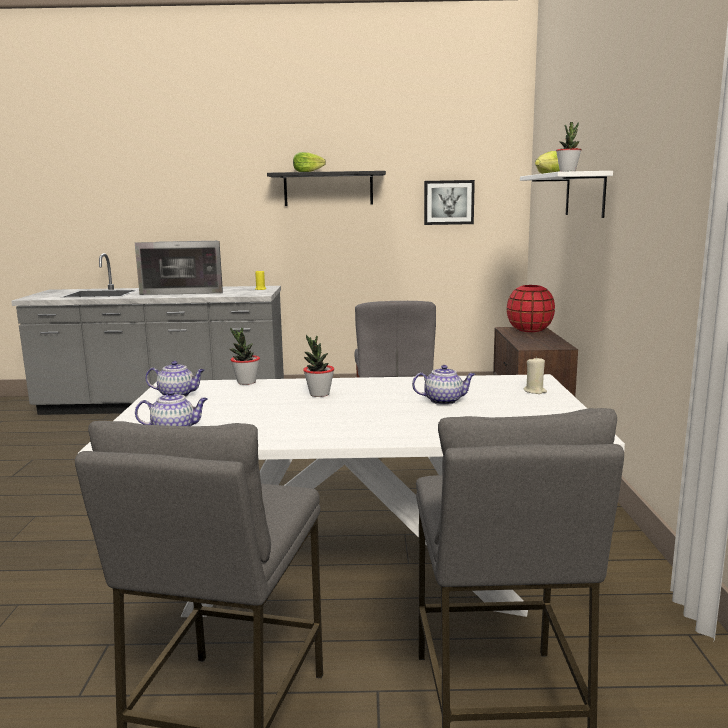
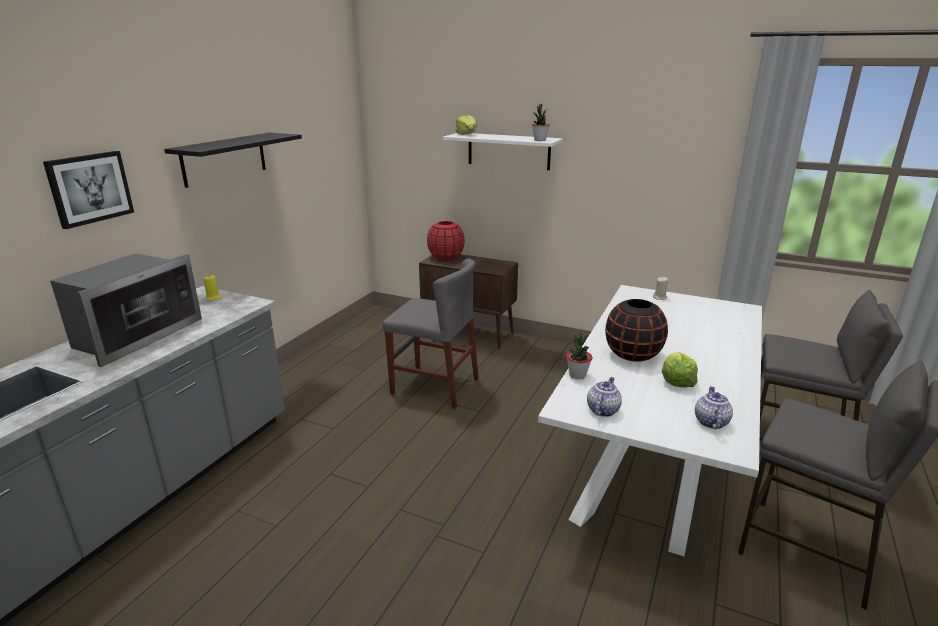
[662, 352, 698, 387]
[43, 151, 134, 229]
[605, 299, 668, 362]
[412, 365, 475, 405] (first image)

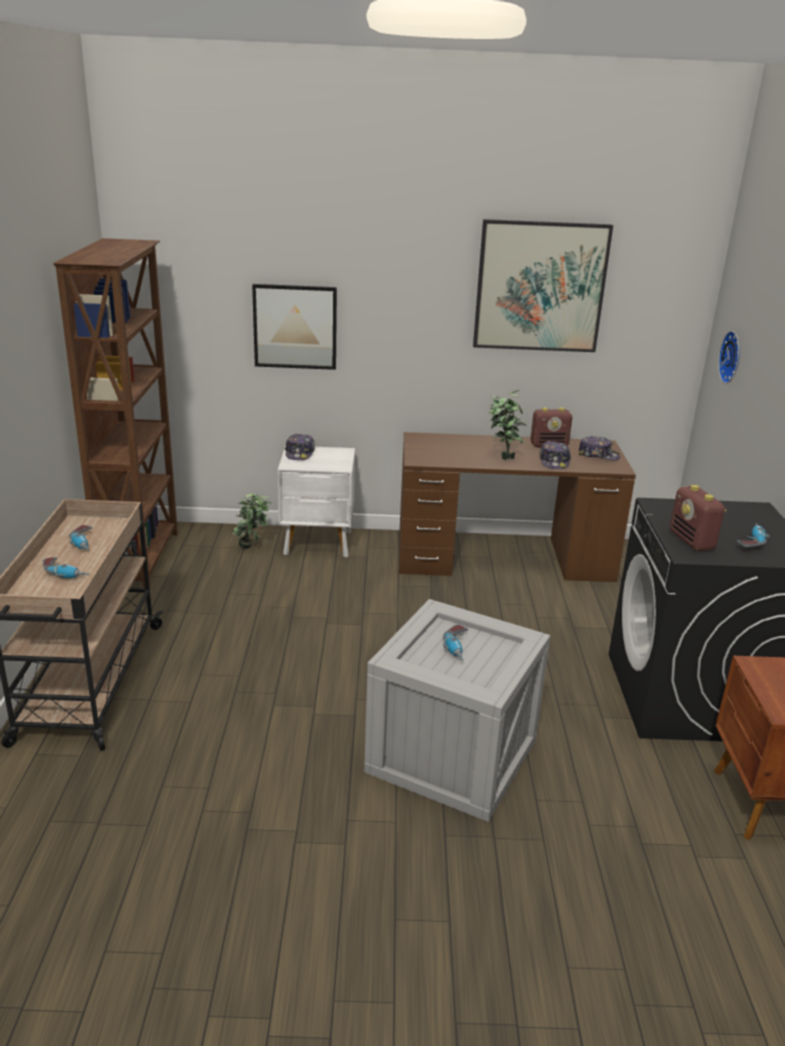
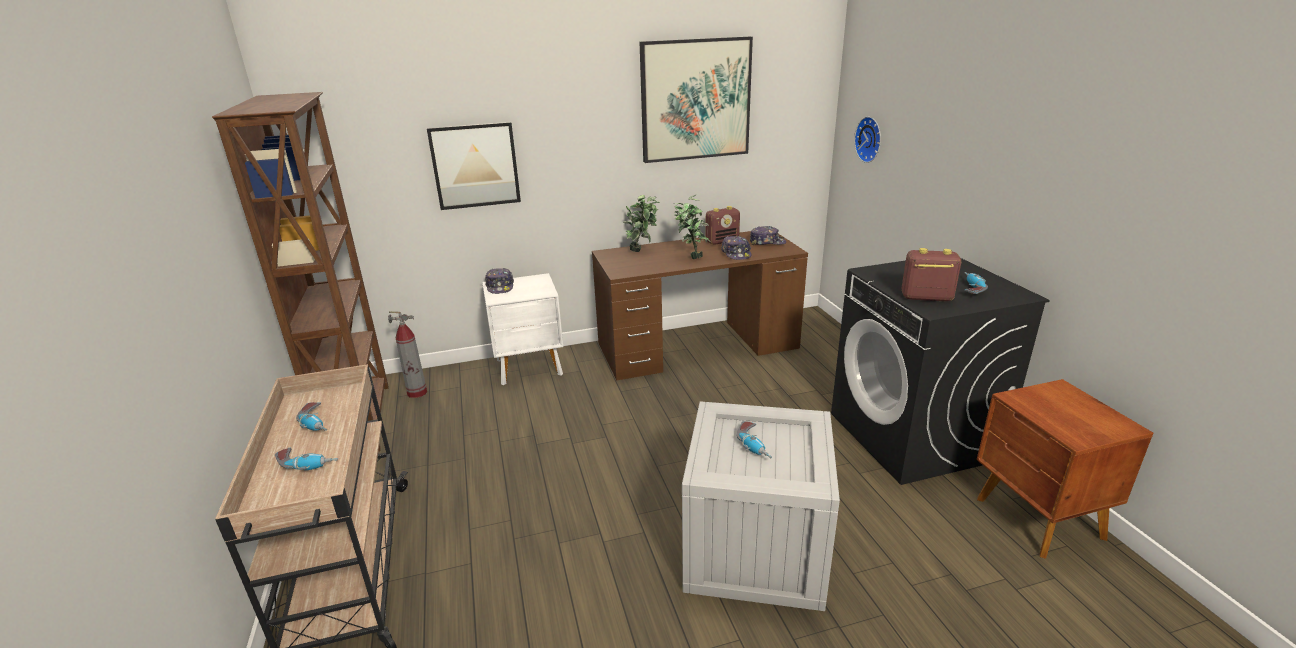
[901, 248, 961, 302]
[623, 195, 660, 252]
[388, 311, 427, 398]

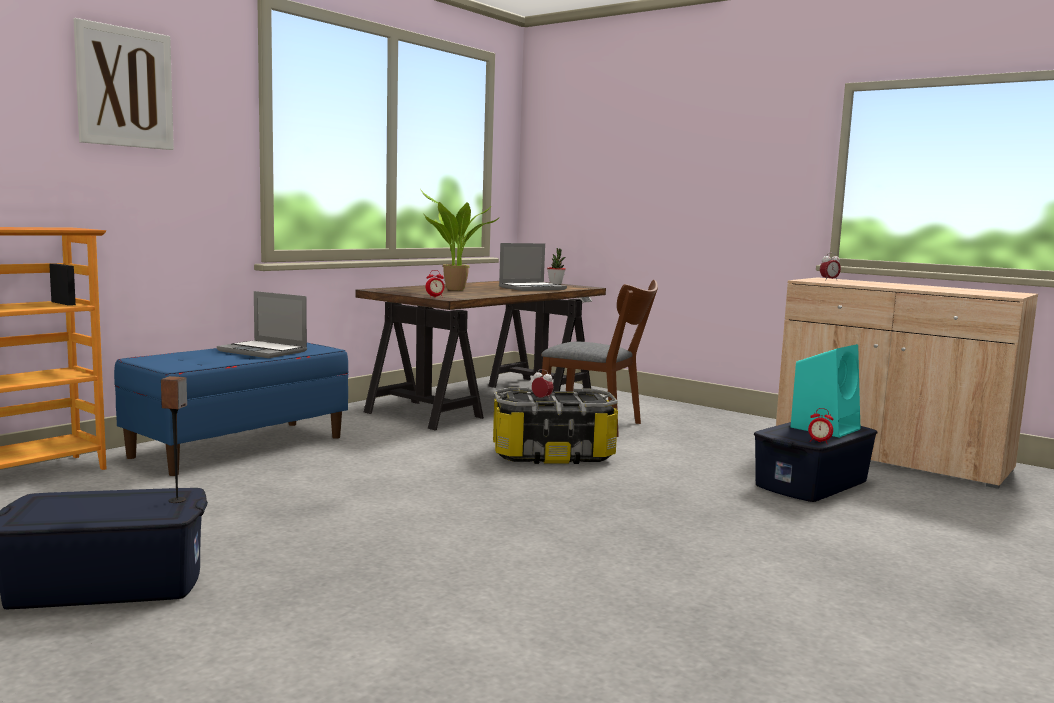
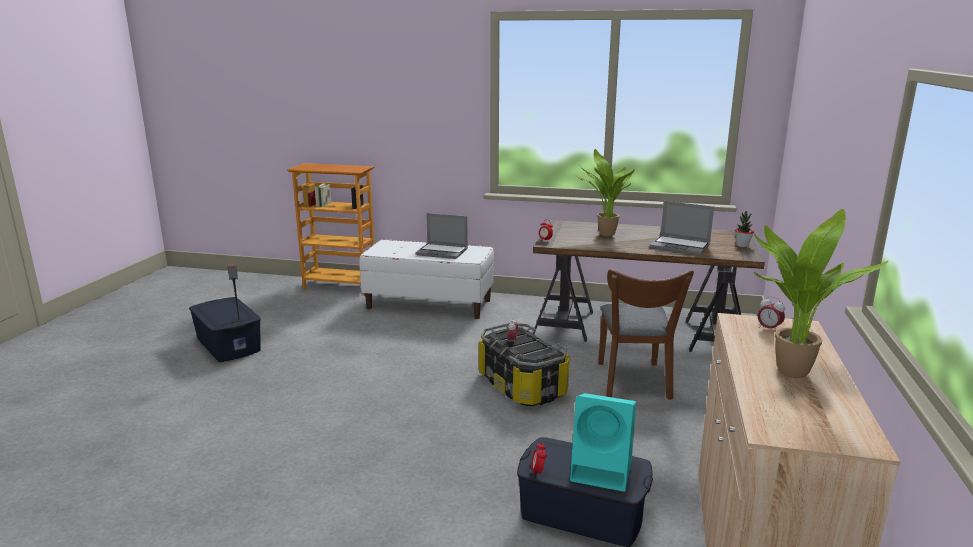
[74, 18, 174, 150] (first image)
[415, 213, 468, 259]
[359, 239, 494, 319]
[754, 209, 888, 378]

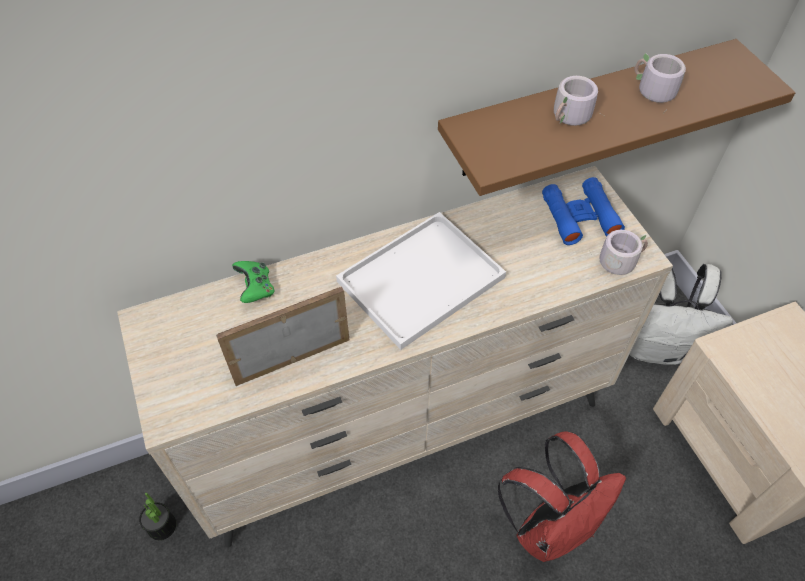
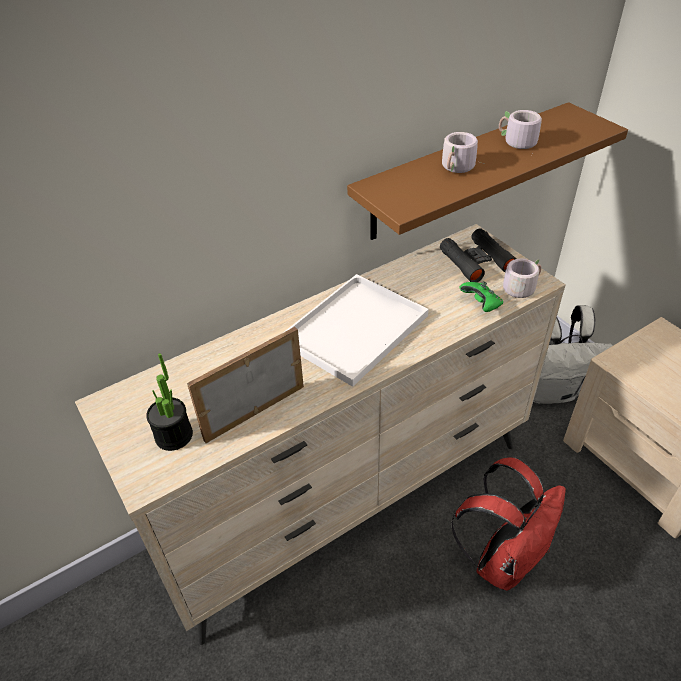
[440, 228, 517, 282]
[460, 281, 503, 312]
[146, 353, 193, 451]

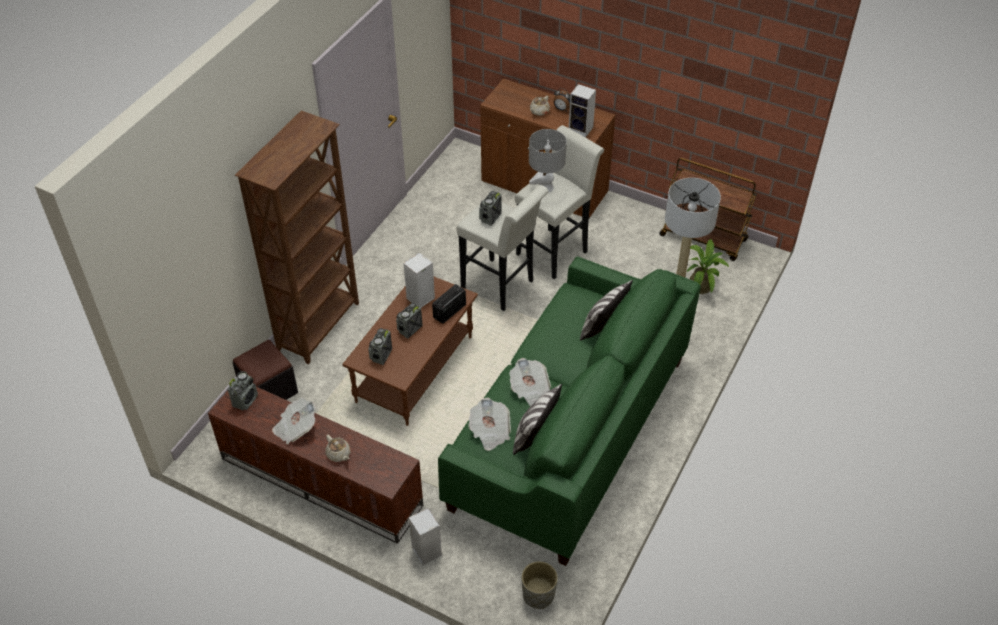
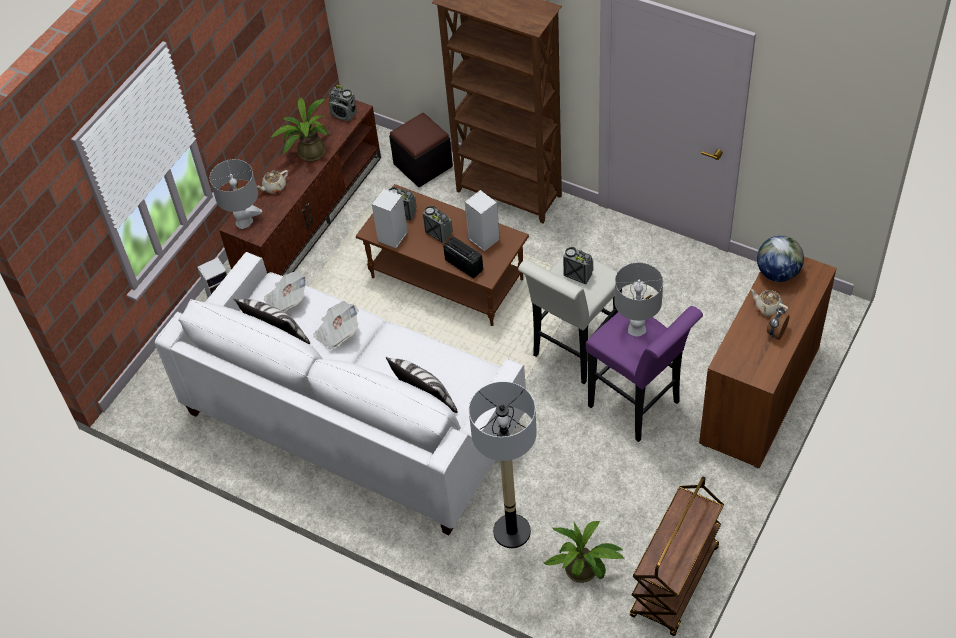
[372, 188, 408, 248]
[586, 306, 703, 442]
[155, 252, 526, 535]
[271, 97, 329, 162]
[521, 561, 558, 609] (first image)
[210, 159, 262, 229]
[757, 236, 804, 282]

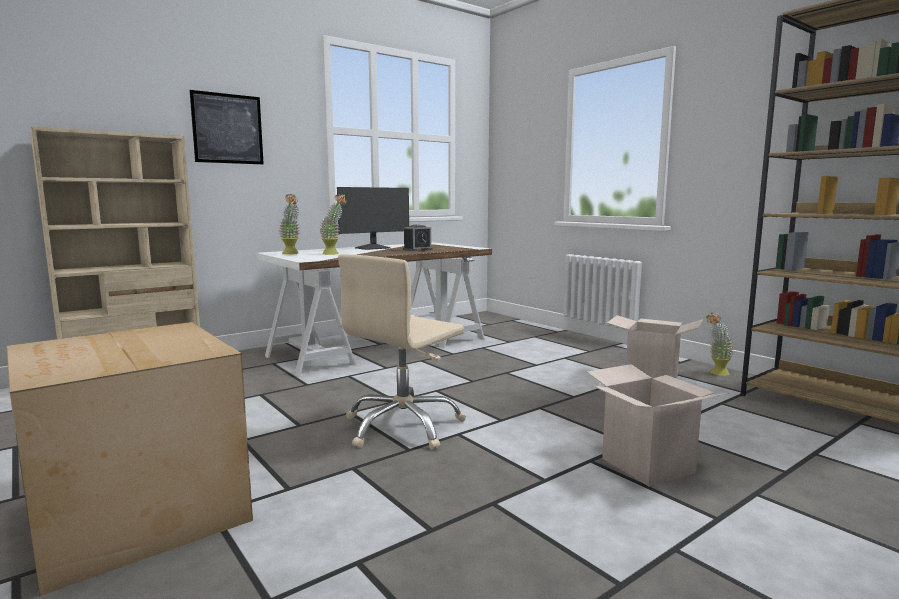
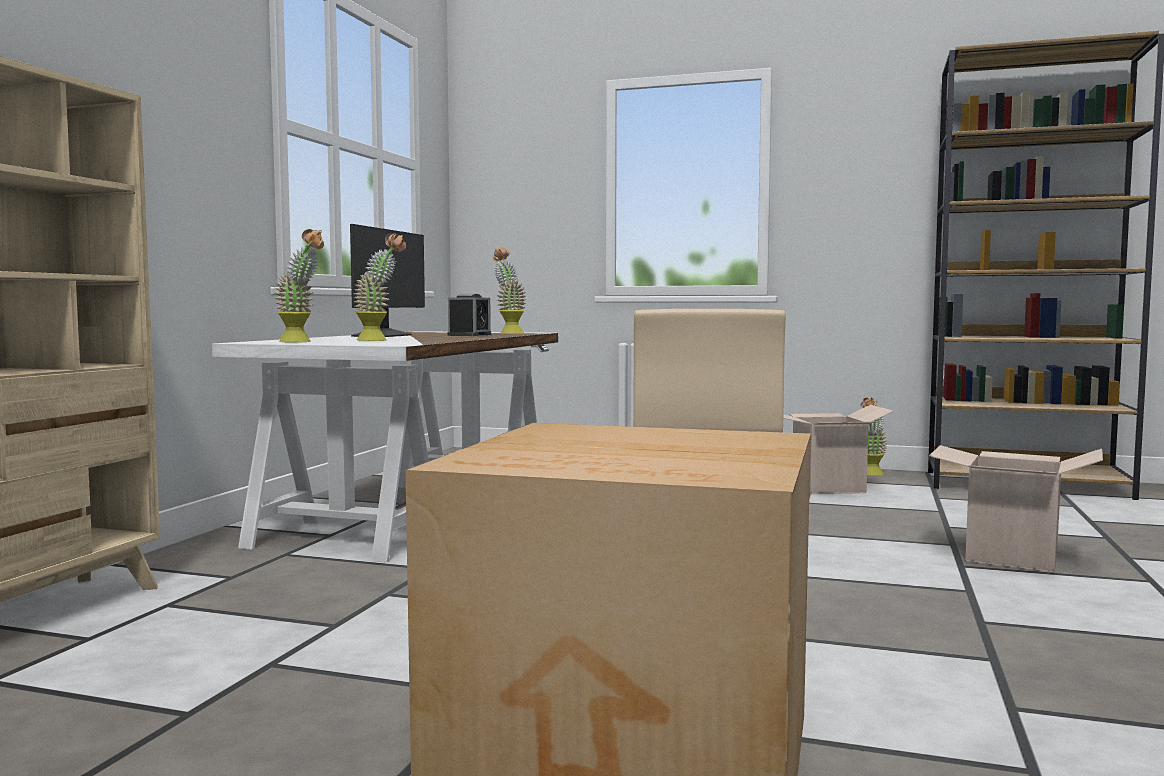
[189, 90, 264, 164] (first image)
[493, 247, 527, 334]

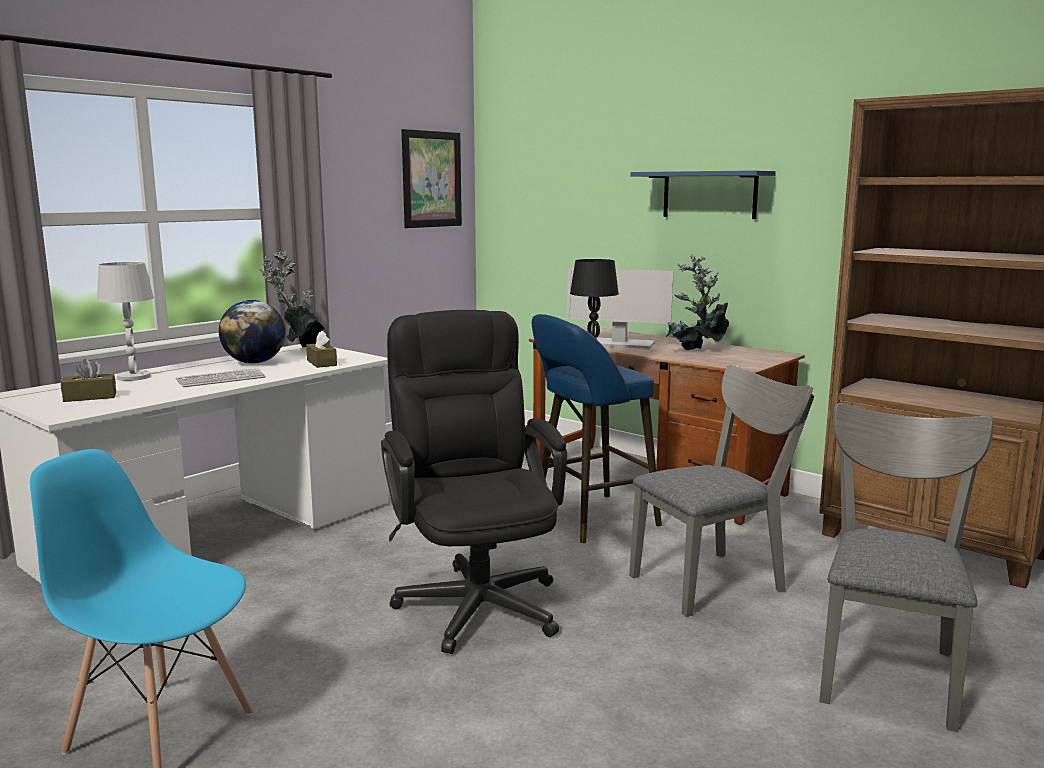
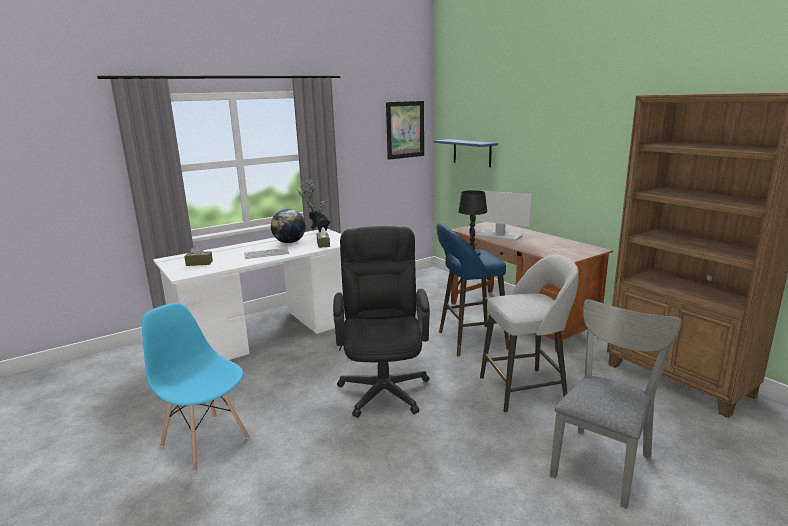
[434, 139, 498, 167]
[666, 254, 729, 350] (first image)
[97, 262, 154, 381] (first image)
[480, 255, 578, 412]

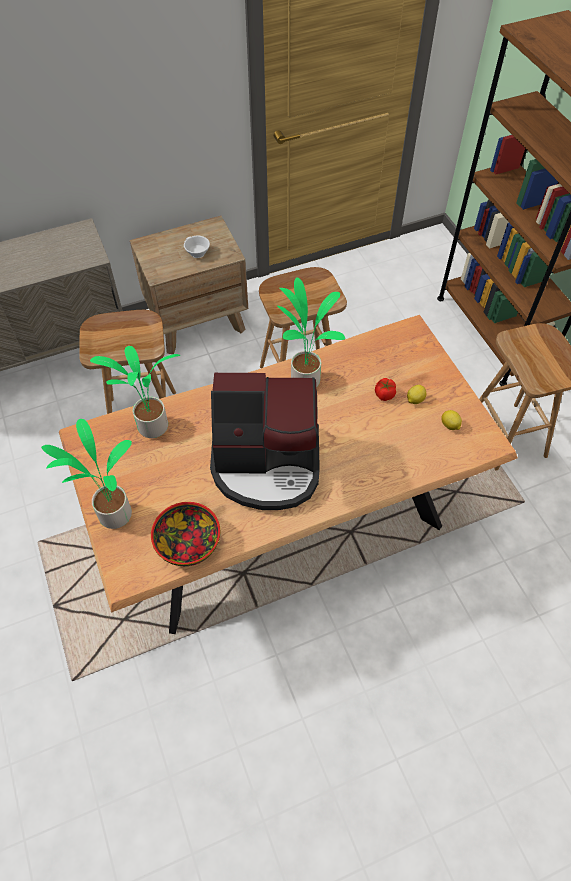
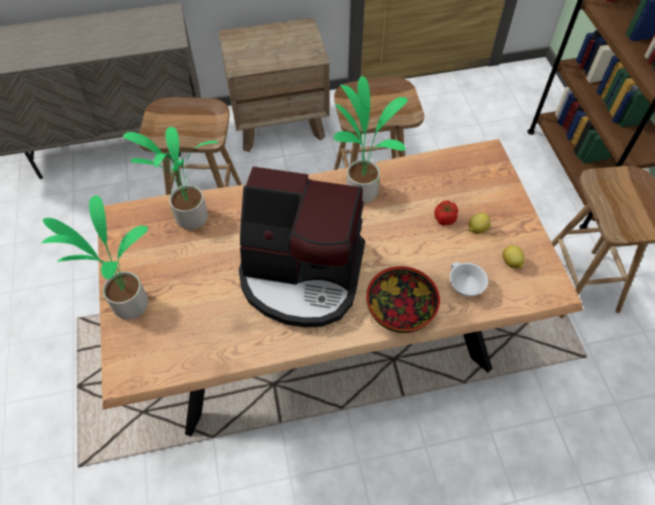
[450, 262, 488, 296]
[366, 266, 440, 333]

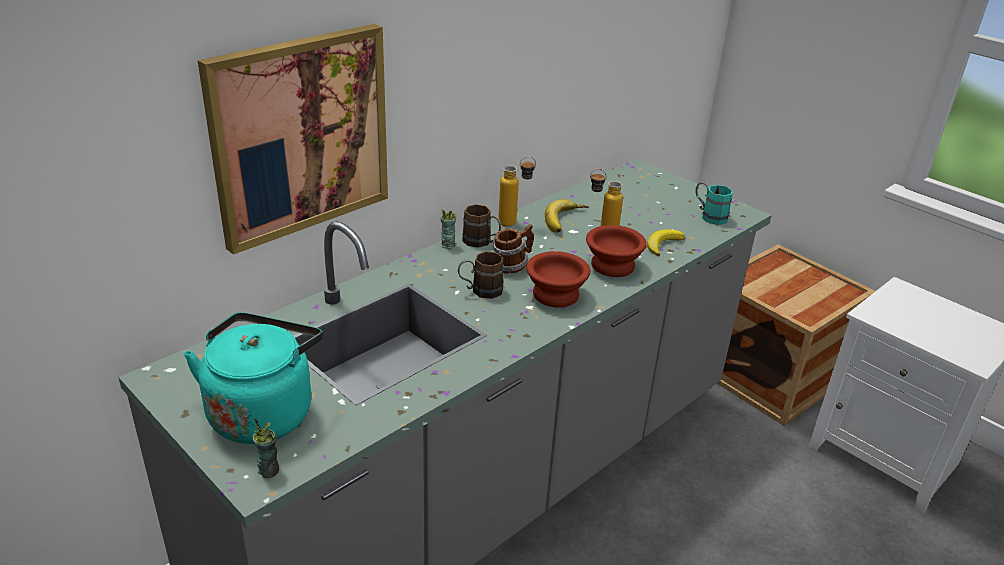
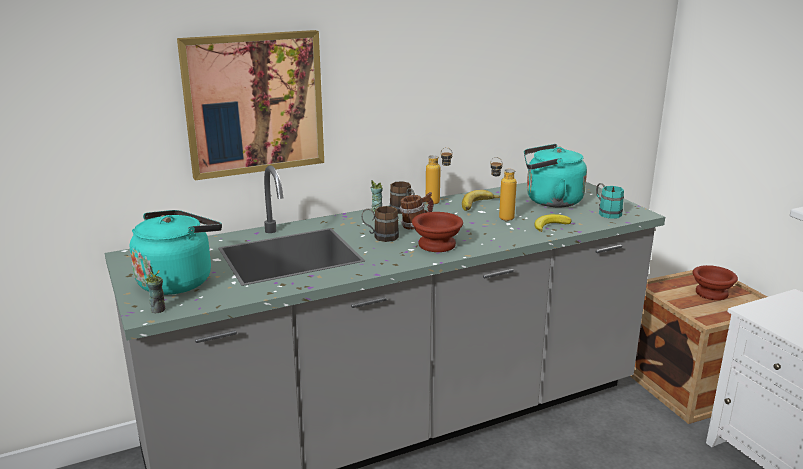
[693, 265, 738, 300]
[524, 144, 587, 207]

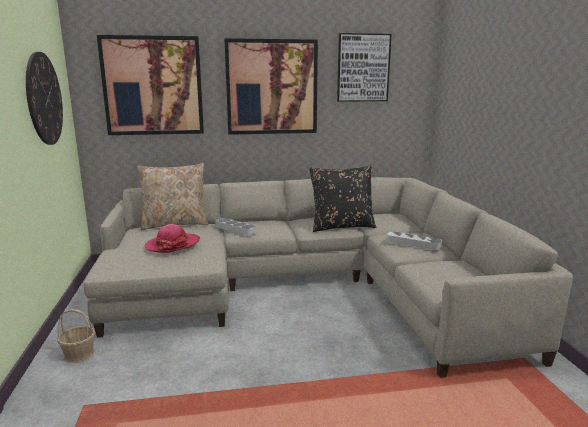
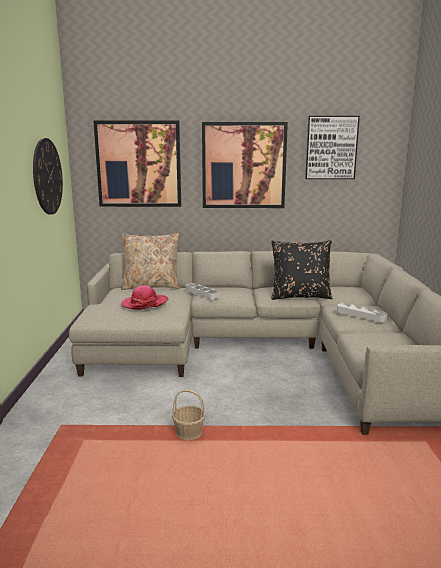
[172, 389, 206, 440]

